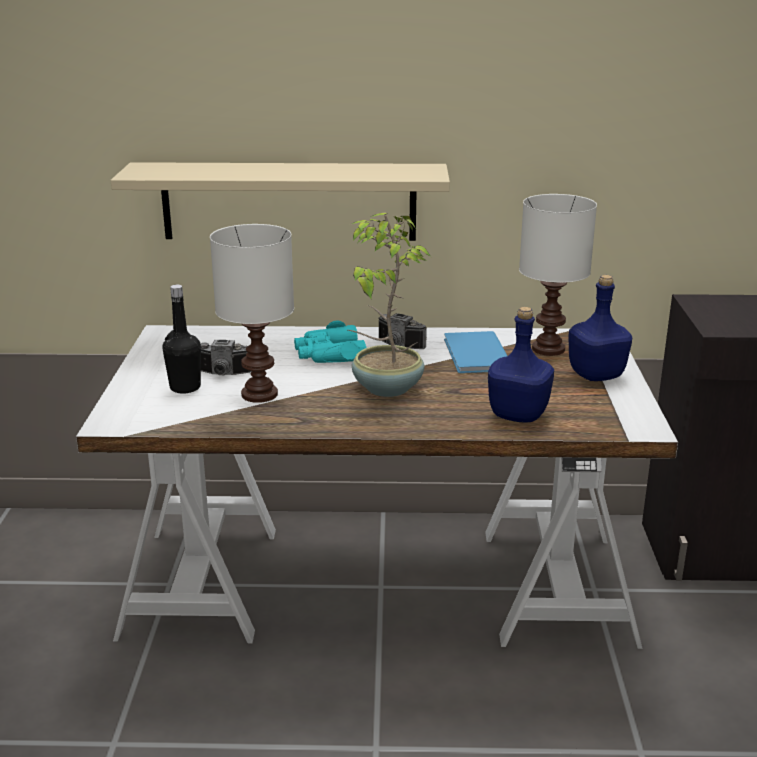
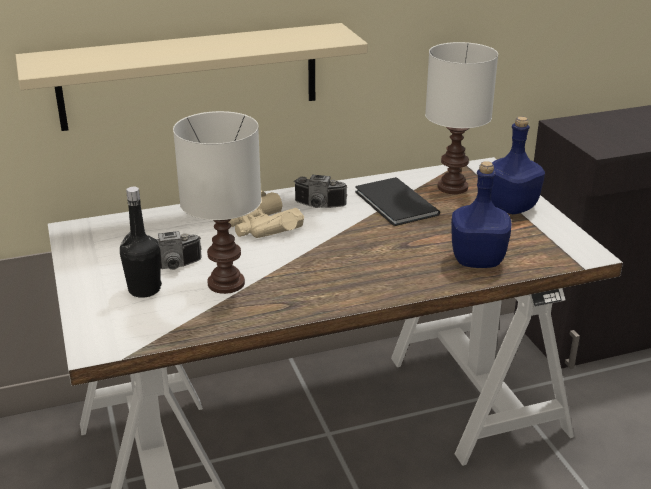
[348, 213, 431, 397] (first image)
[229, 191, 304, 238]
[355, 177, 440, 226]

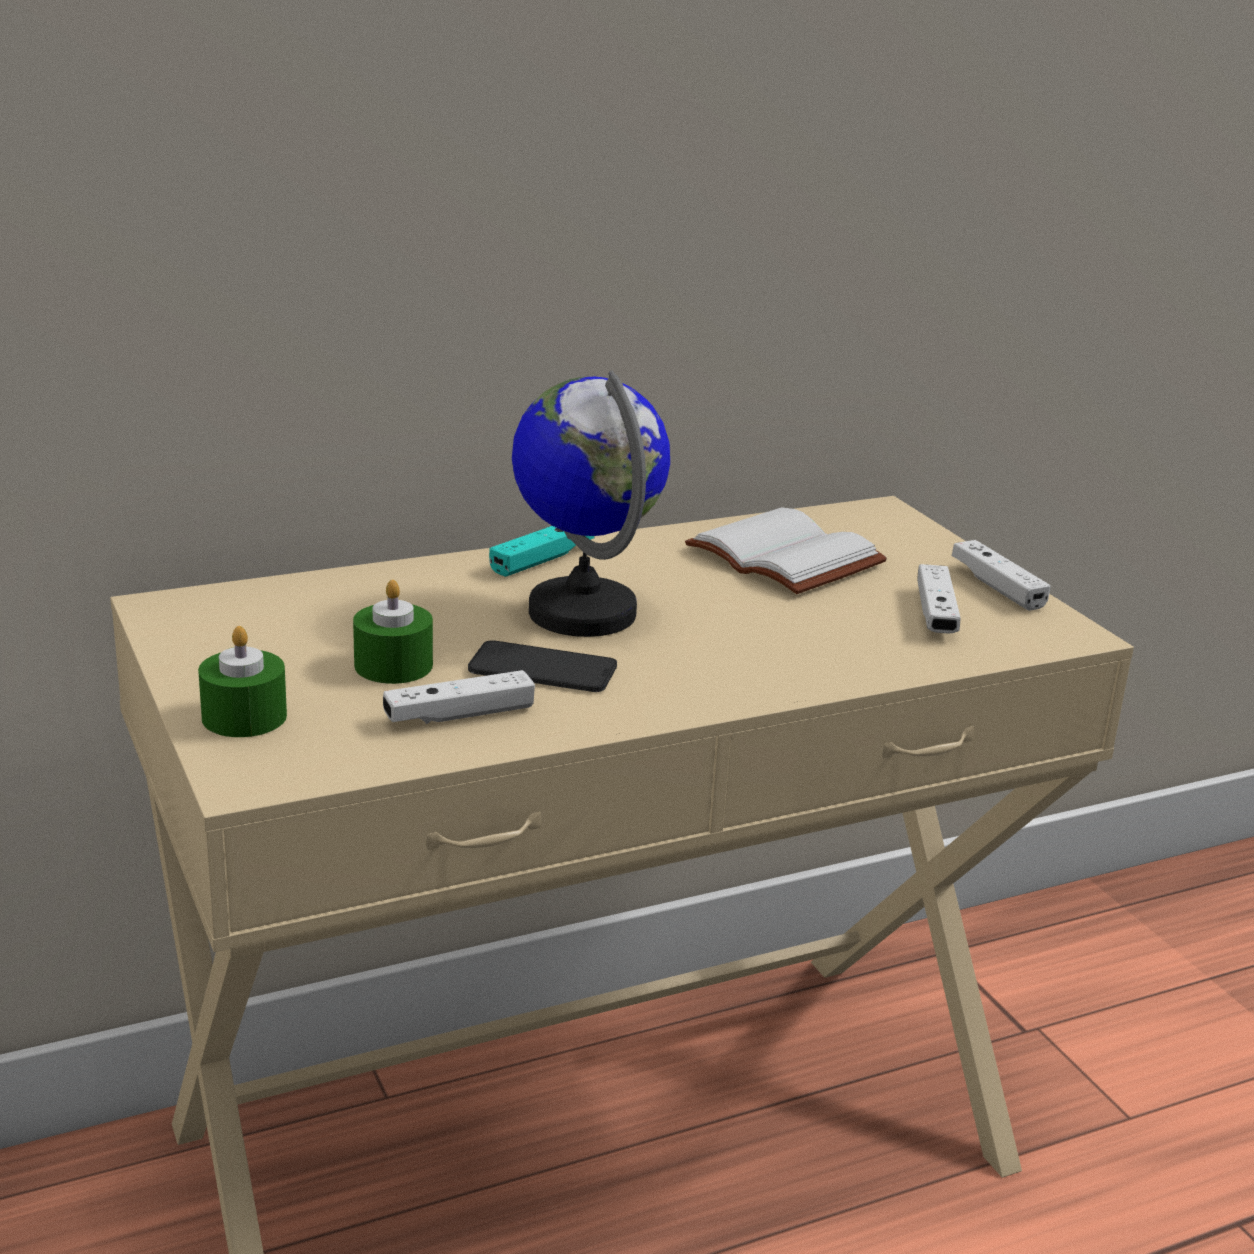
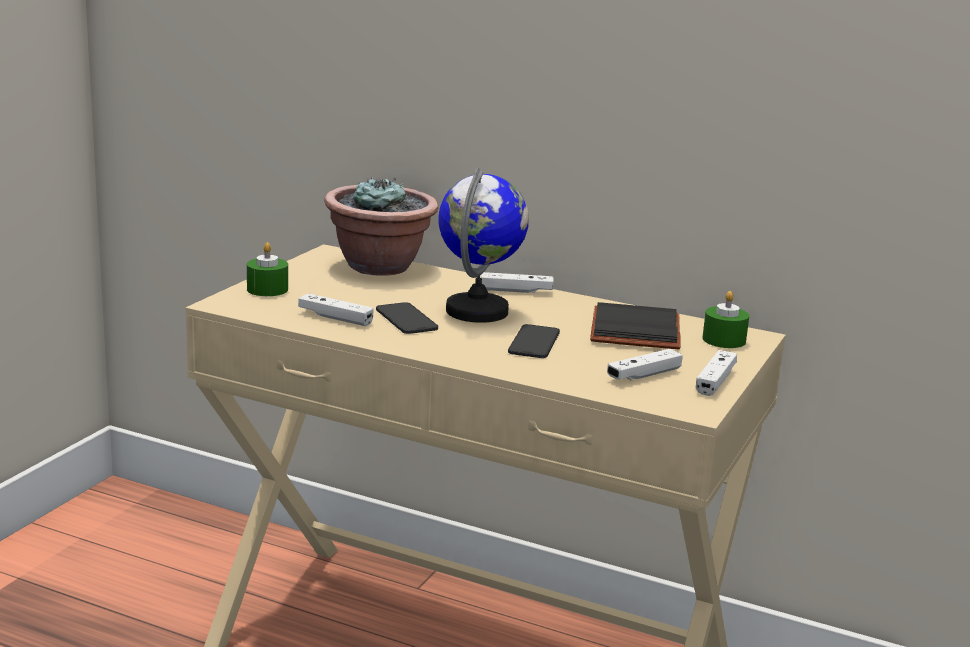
[590, 302, 681, 349]
[481, 272, 553, 293]
[702, 291, 750, 348]
[324, 176, 439, 276]
[508, 324, 560, 358]

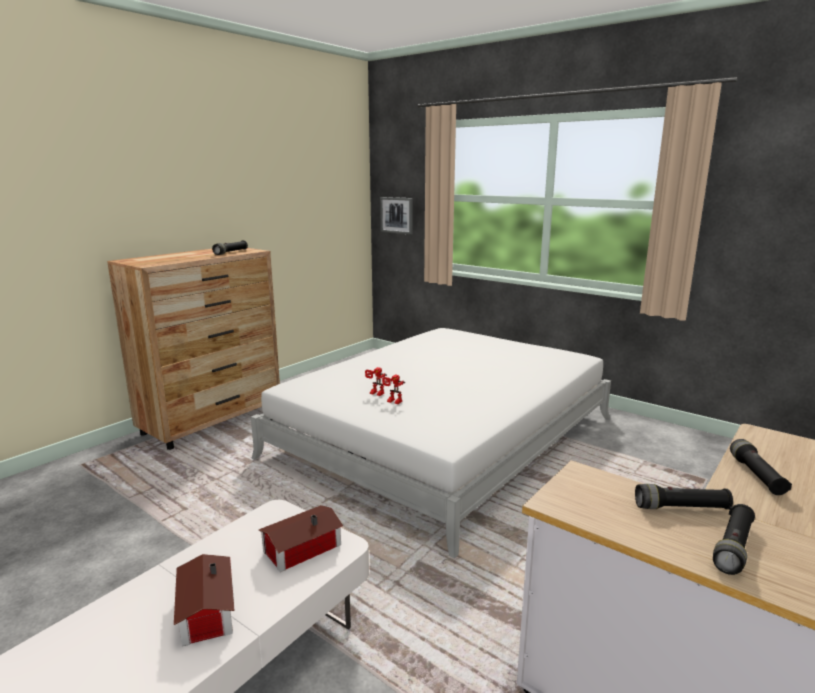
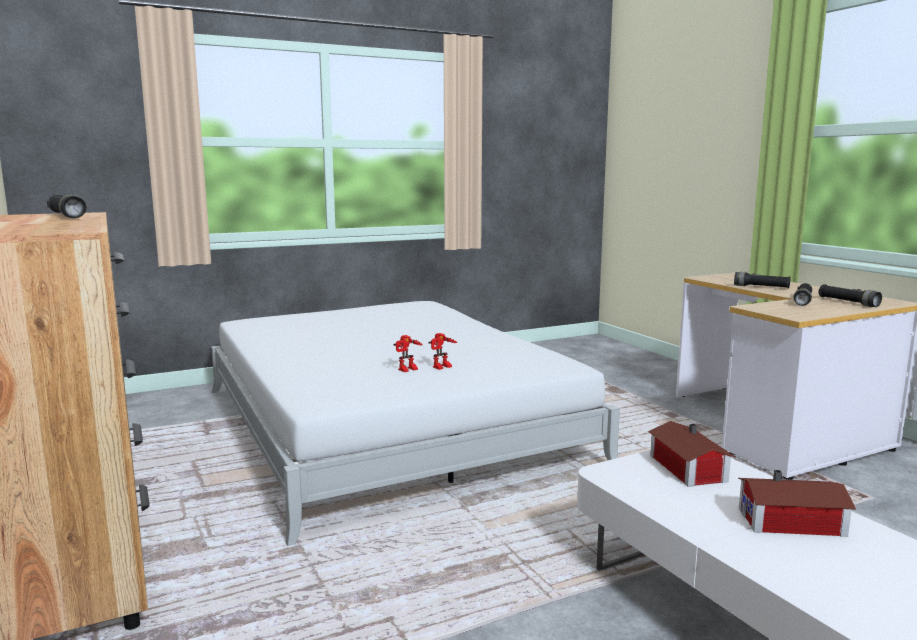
[380, 197, 413, 235] (first image)

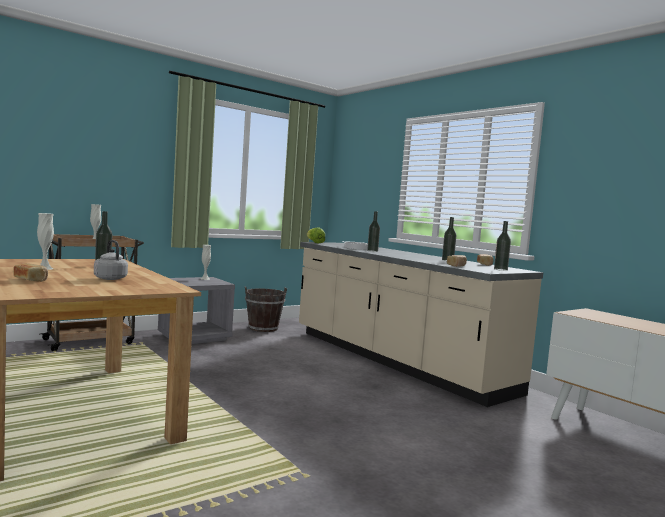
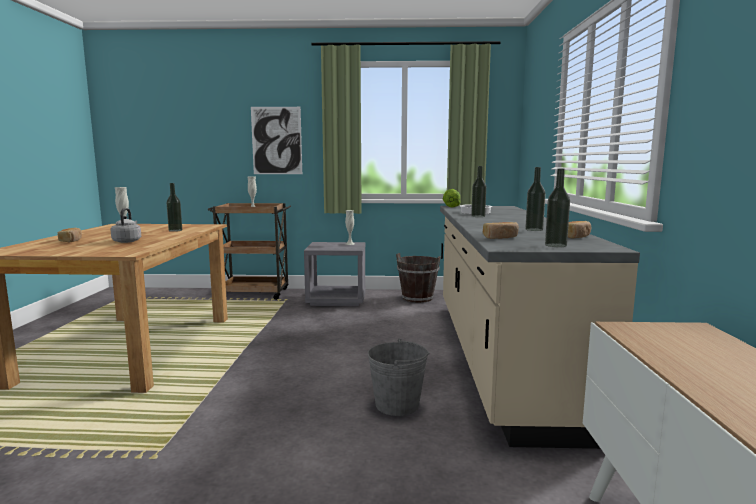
[251, 107, 302, 174]
[368, 339, 430, 416]

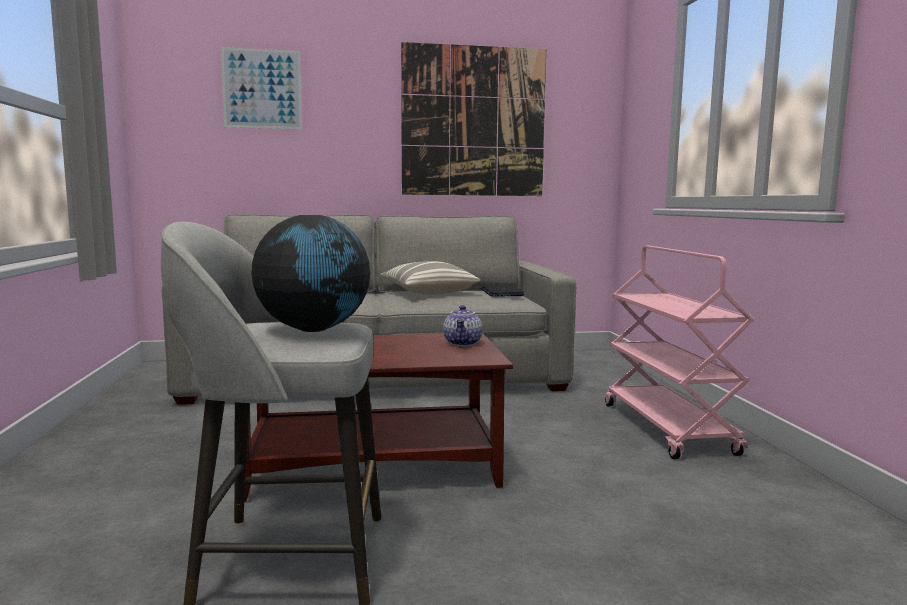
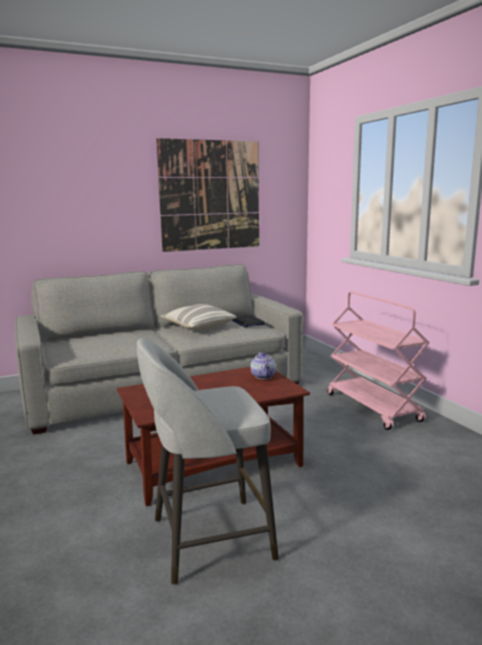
[221, 47, 302, 130] (first image)
[251, 215, 370, 332] (first image)

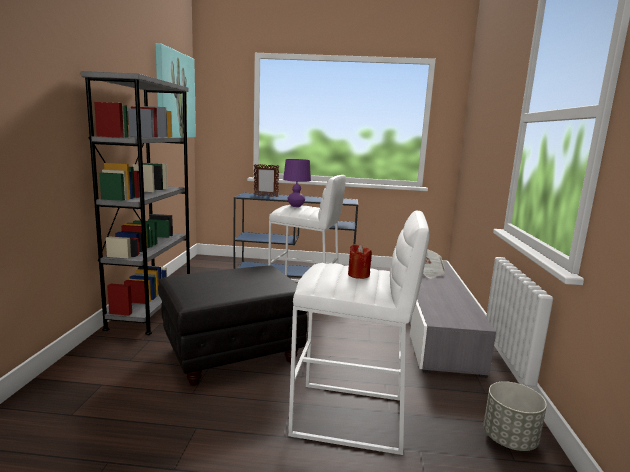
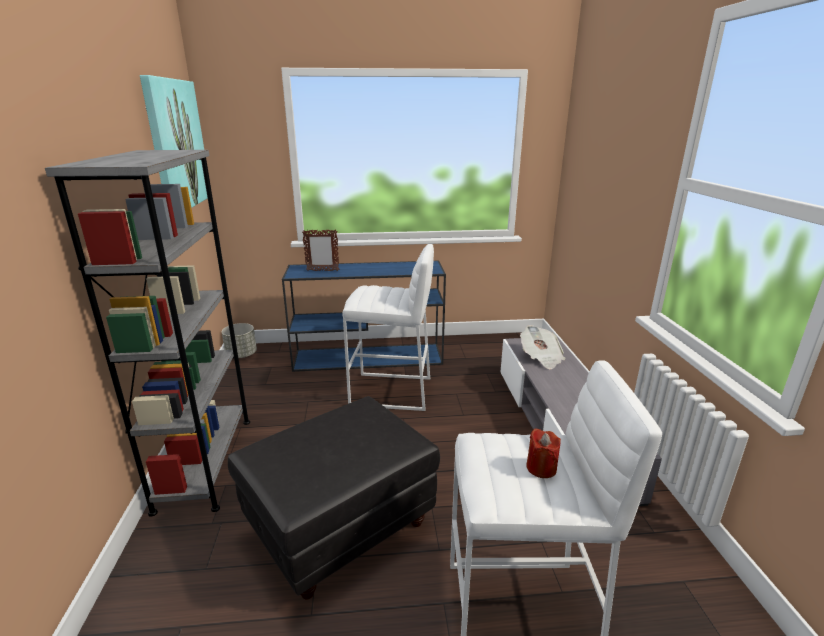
[283, 159, 311, 207] (first image)
[222, 323, 257, 358]

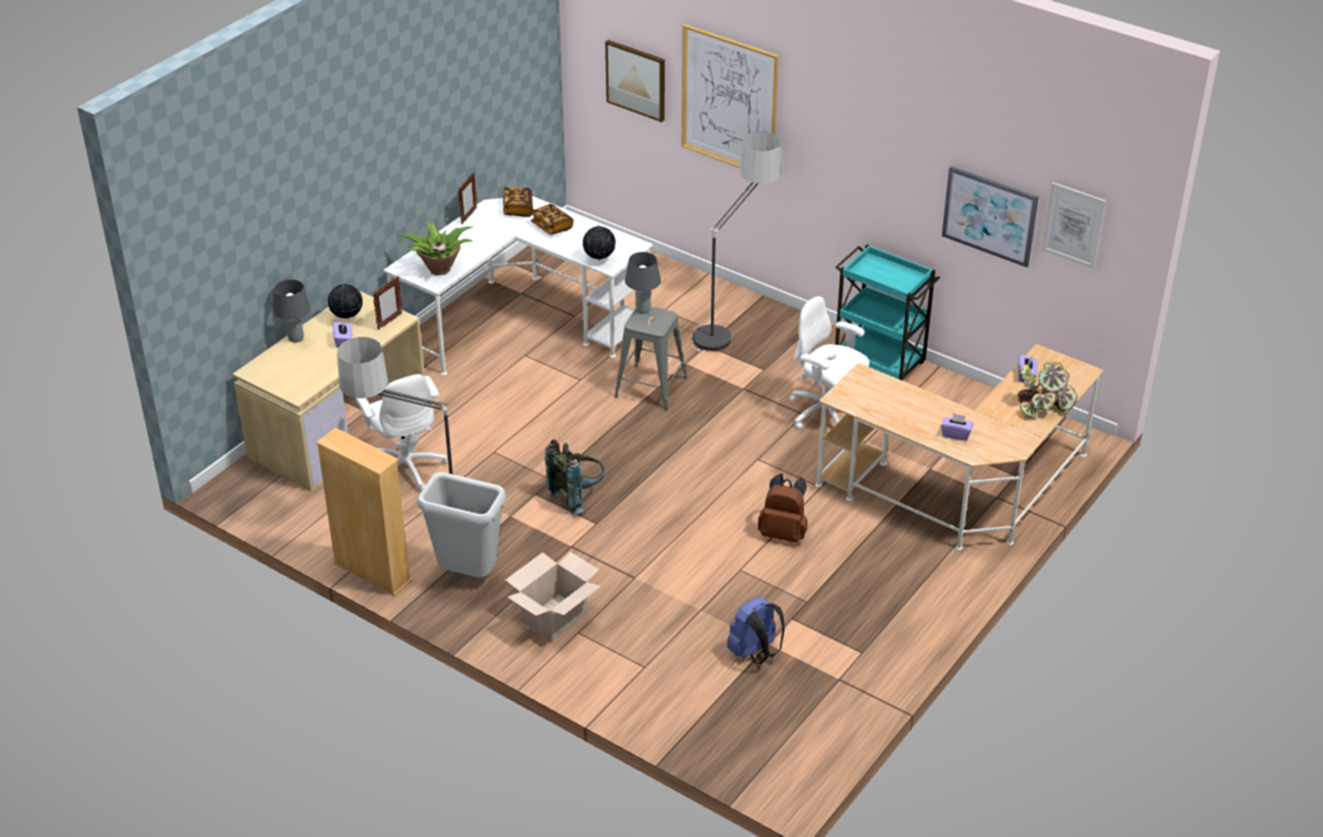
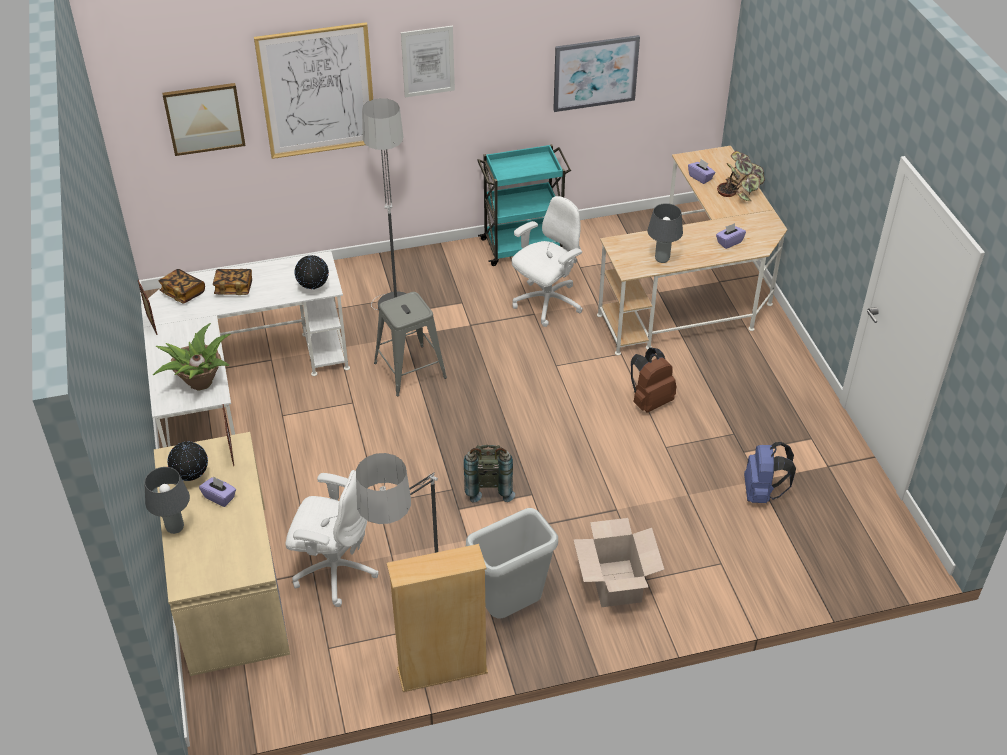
[401, 26, 455, 97]
[647, 203, 683, 263]
[512, 196, 583, 327]

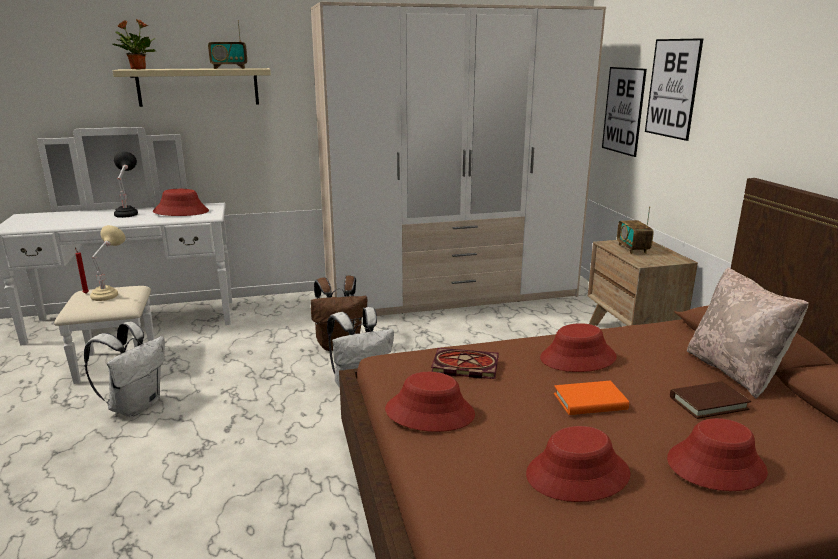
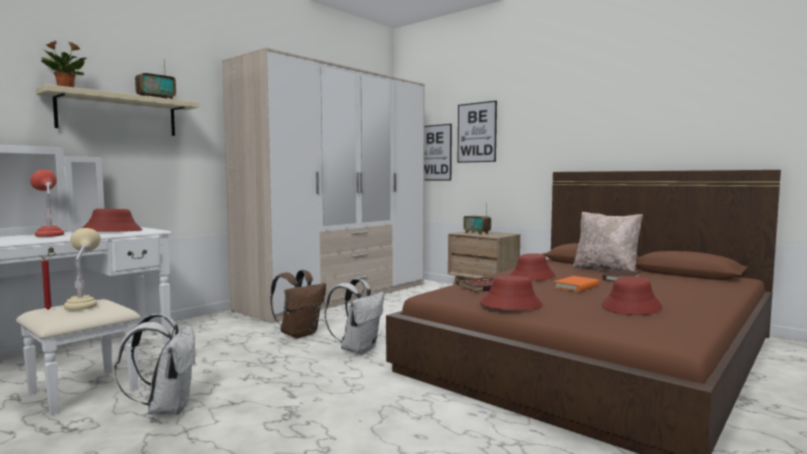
[30, 169, 64, 237]
[667, 418, 768, 491] (first image)

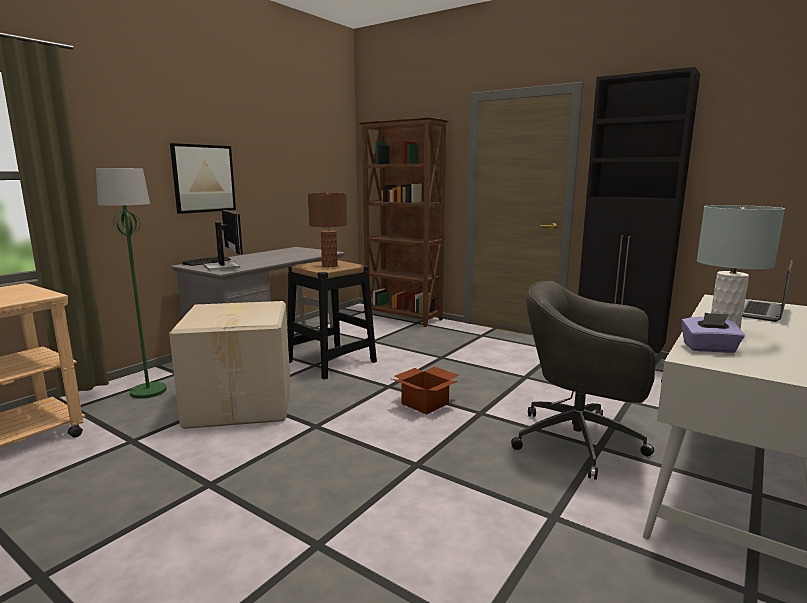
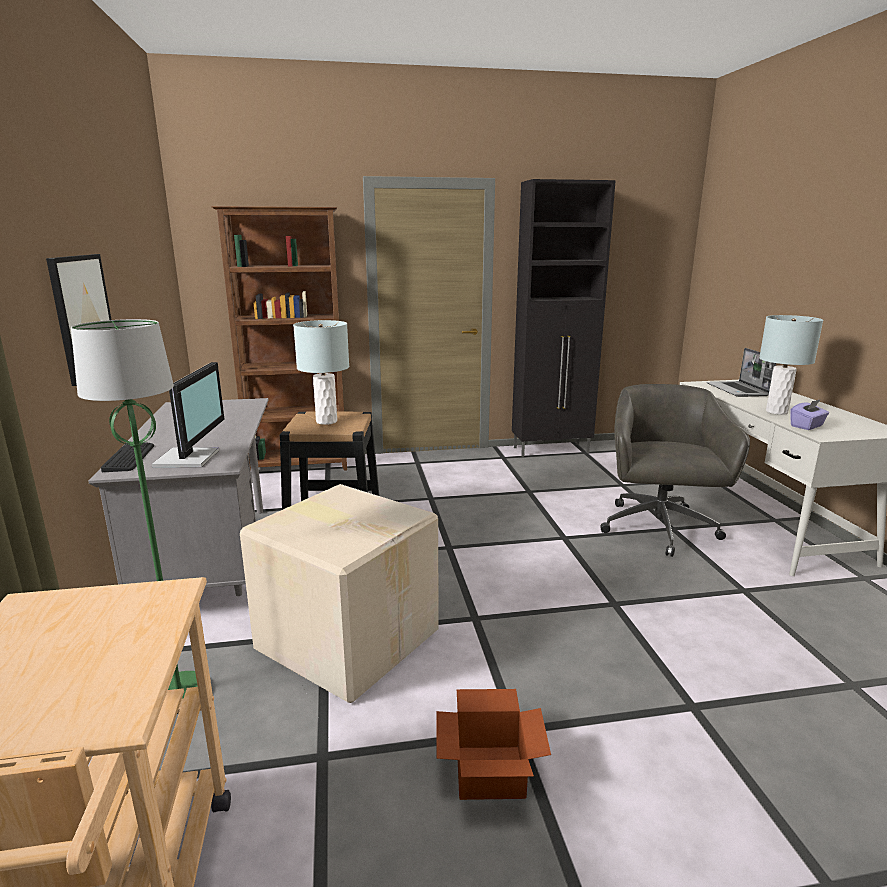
[293, 320, 349, 425]
[152, 362, 224, 467]
[600, 384, 750, 557]
[436, 689, 551, 800]

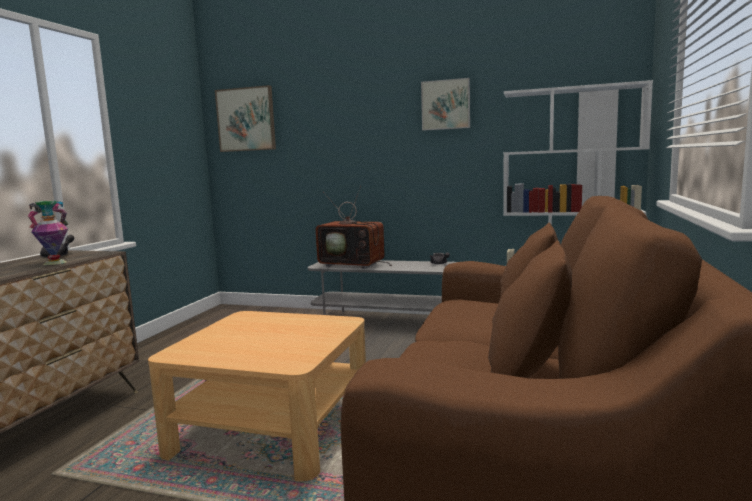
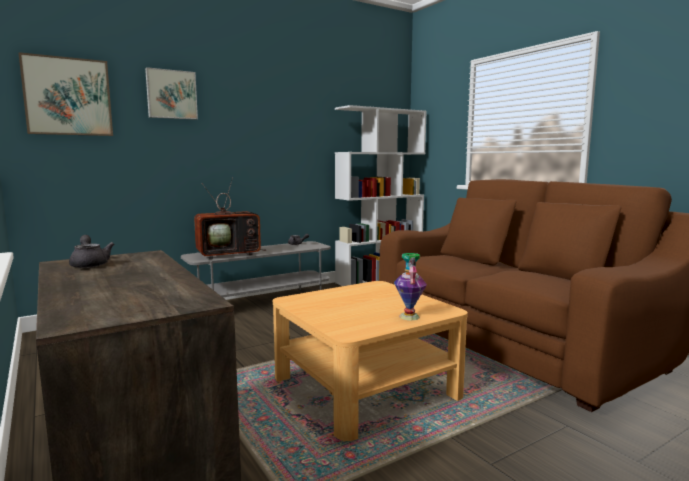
[145, 67, 198, 120]
[394, 253, 427, 320]

